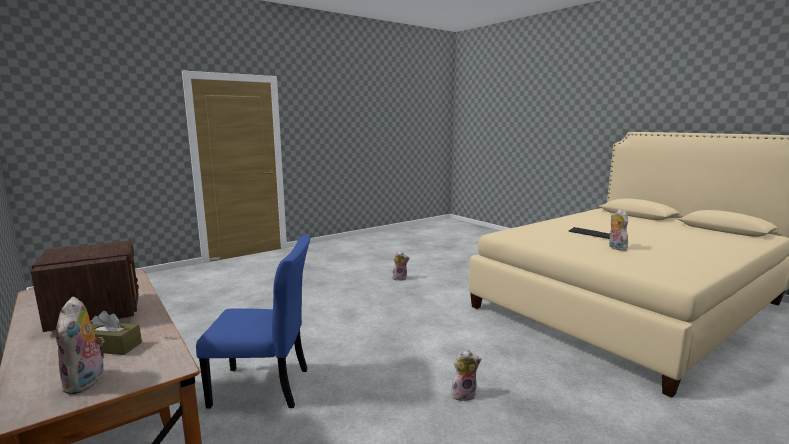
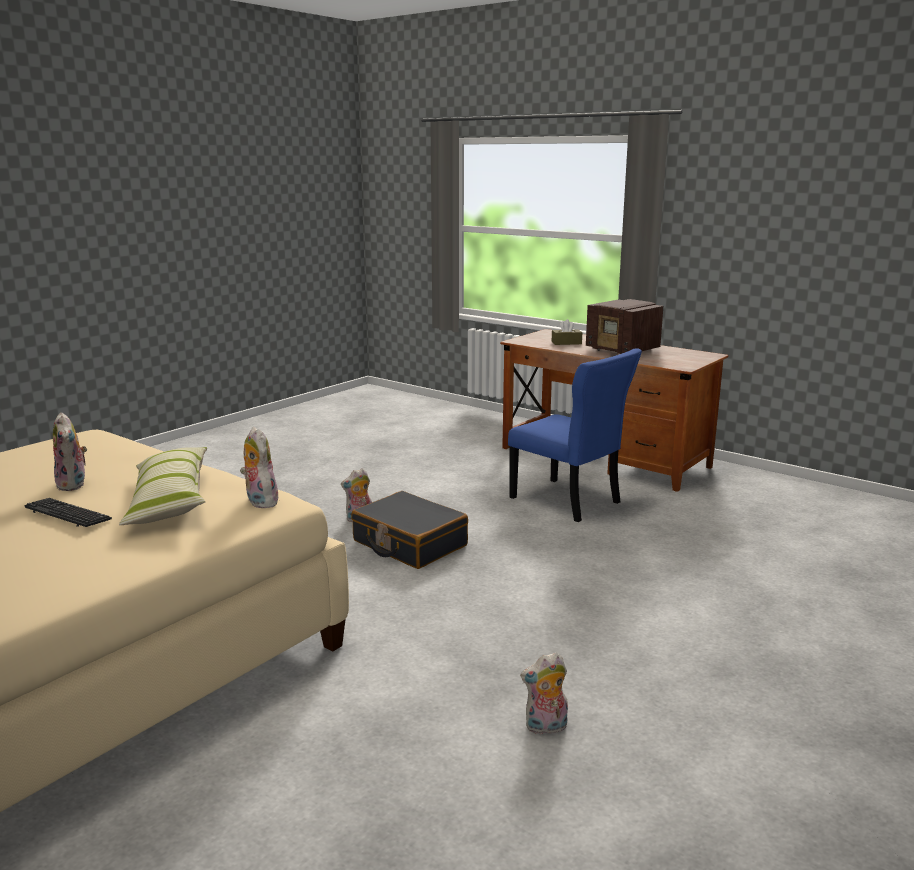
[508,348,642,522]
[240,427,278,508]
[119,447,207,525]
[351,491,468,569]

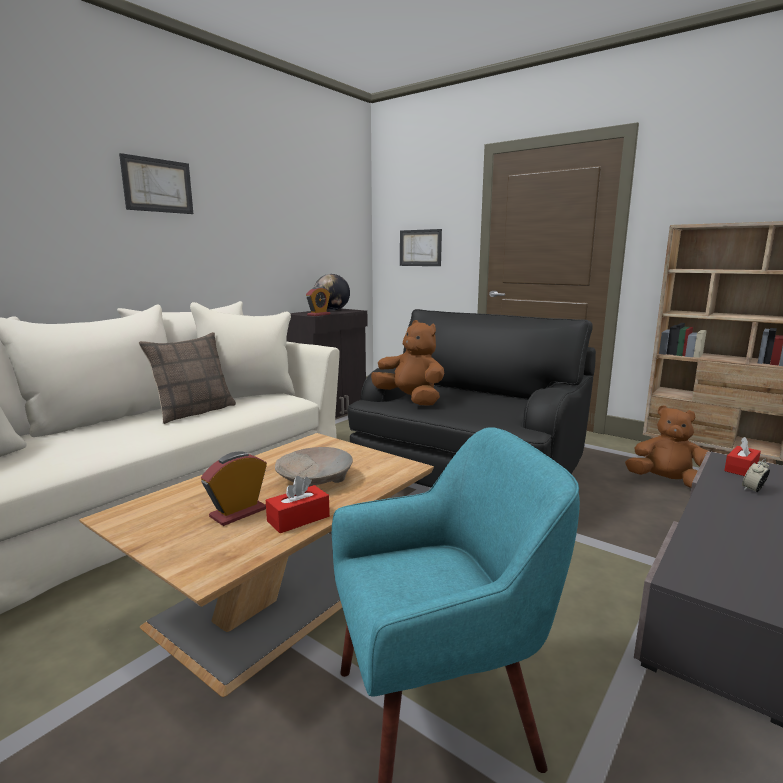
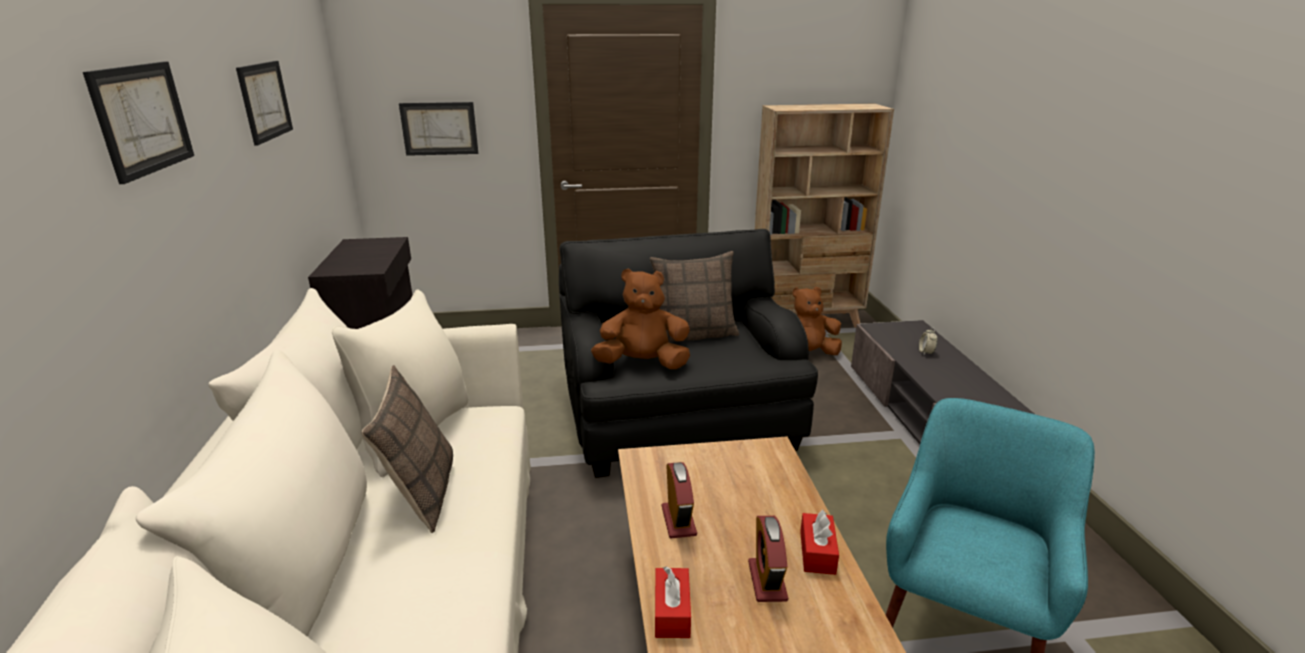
[314,274,350,311] (first image)
[662,462,697,538]
[655,566,691,638]
[275,447,353,487] (first image)
[236,61,293,146]
[650,251,739,342]

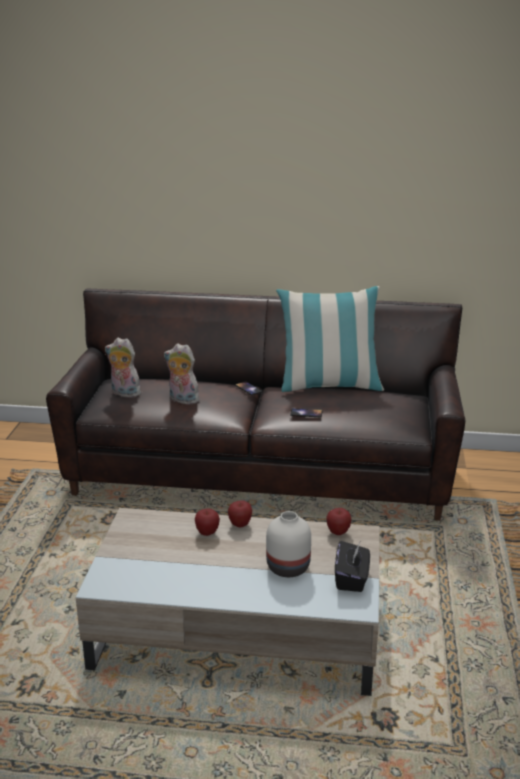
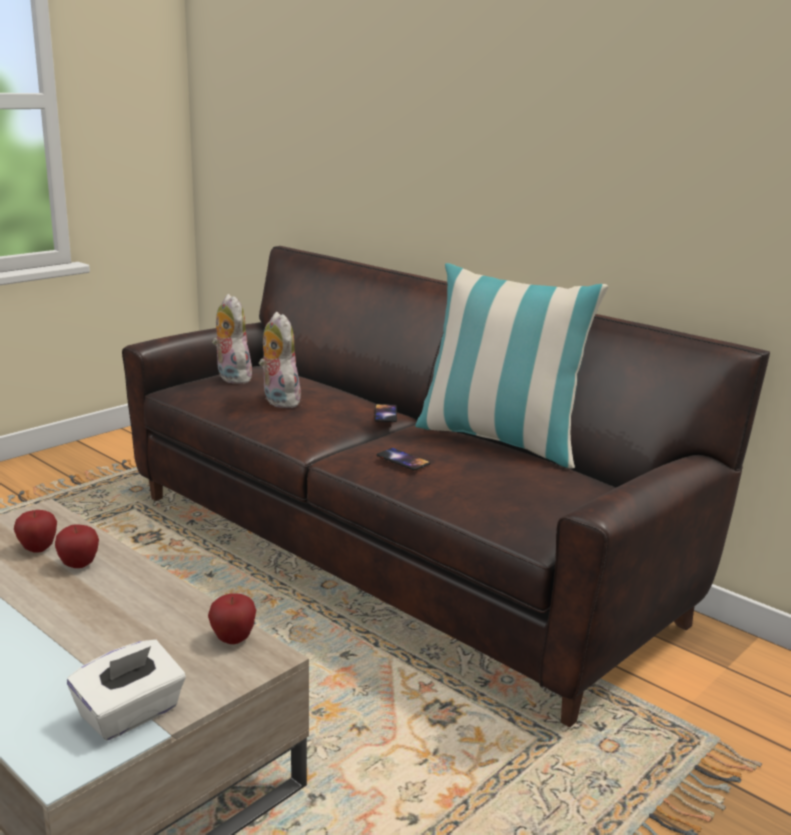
[14,510,57,553]
[266,511,311,577] (first image)
[67,640,186,741]

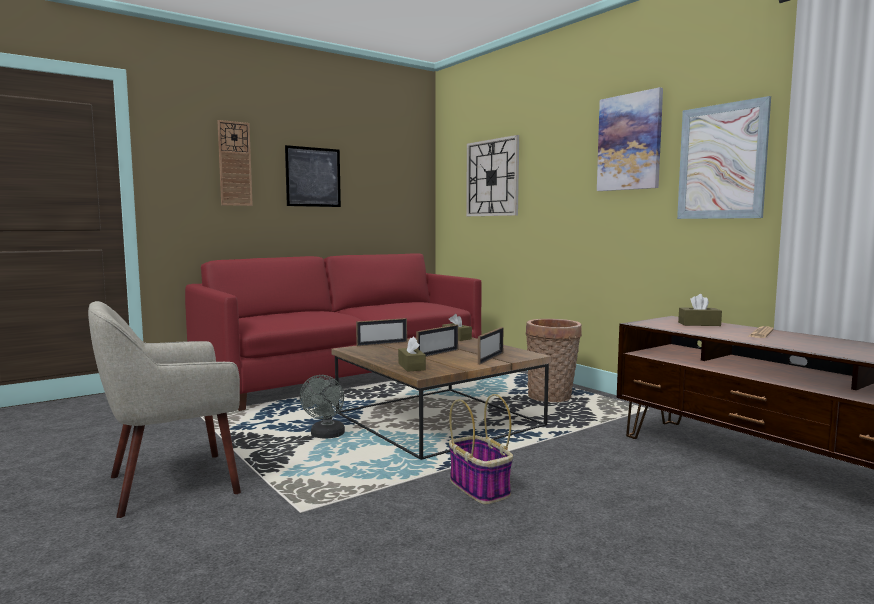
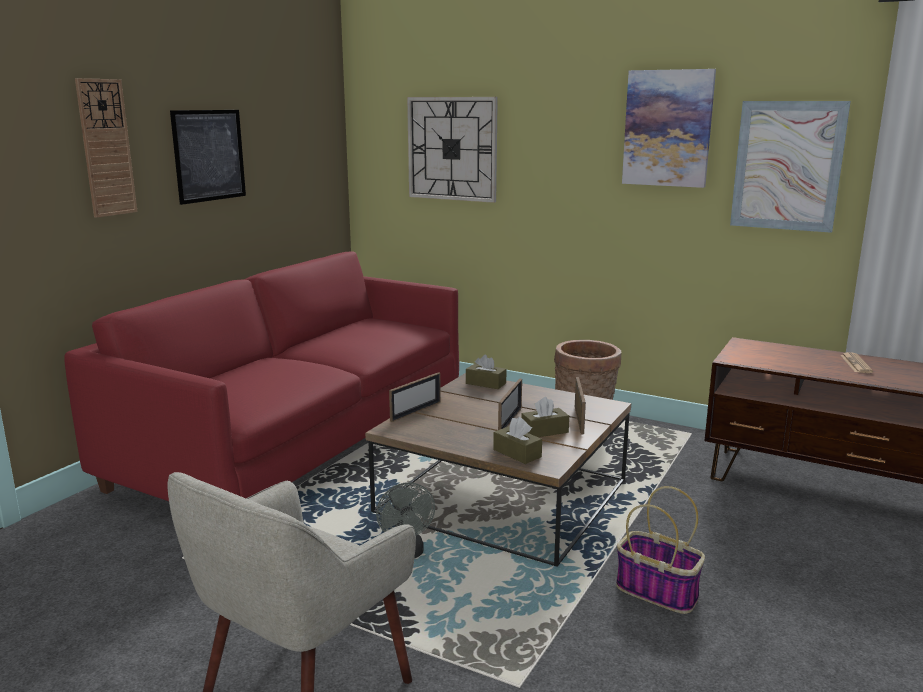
[521,397,569,437]

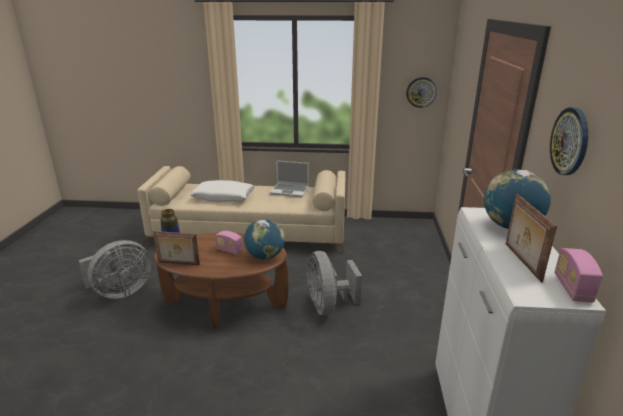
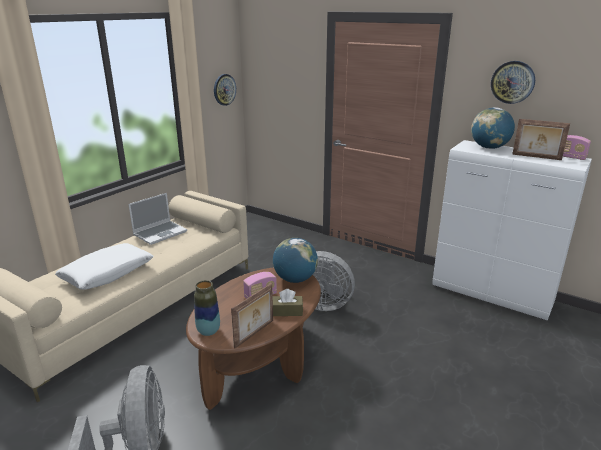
[273,289,303,316]

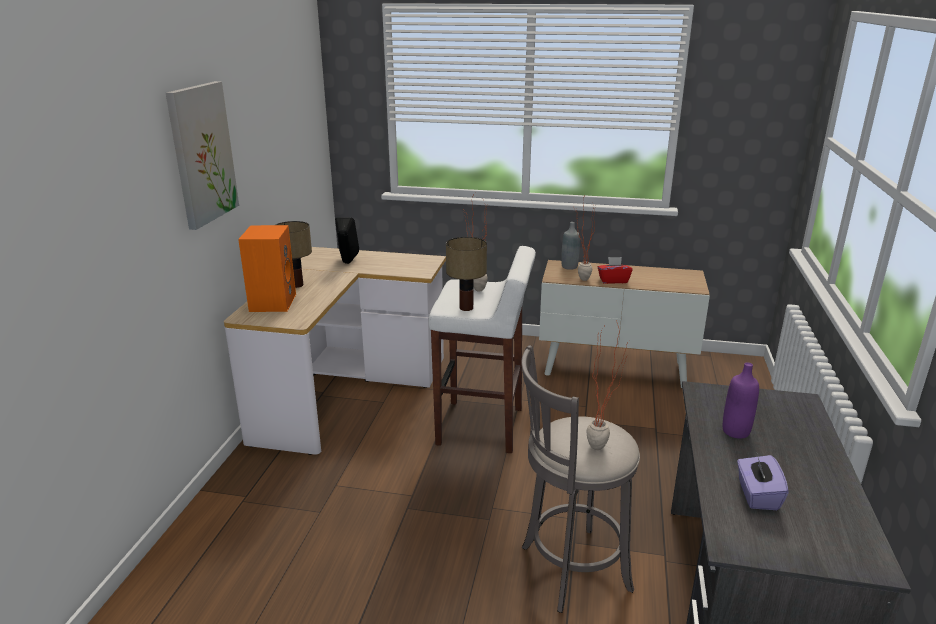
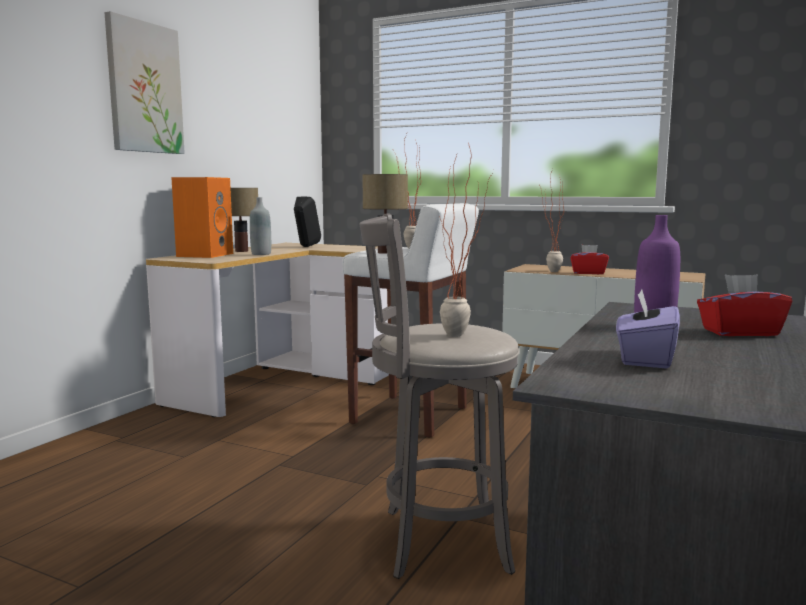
[250,197,271,255]
[697,274,792,336]

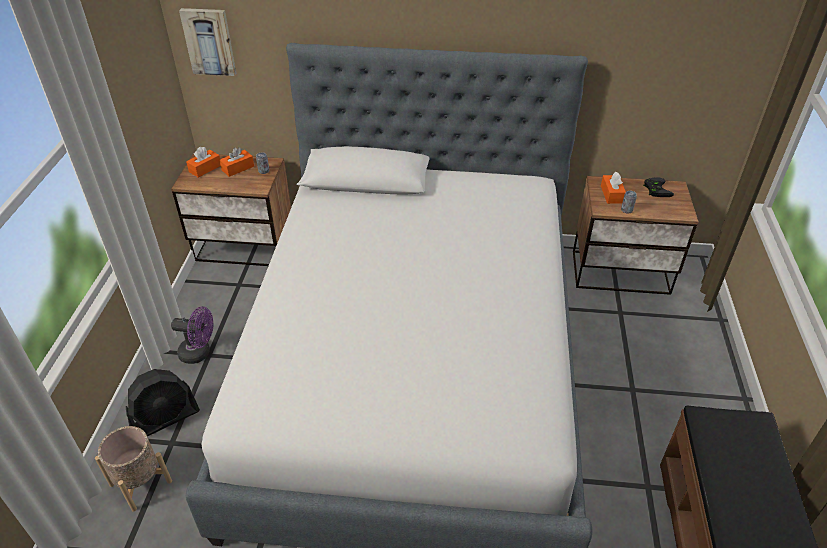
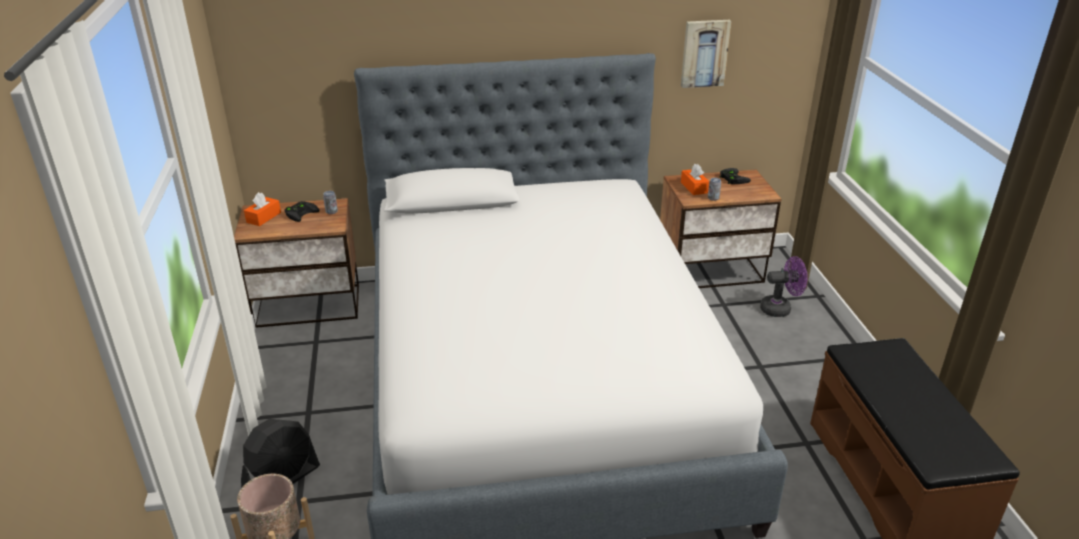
[681,20,732,88]
[285,201,319,222]
[760,256,808,317]

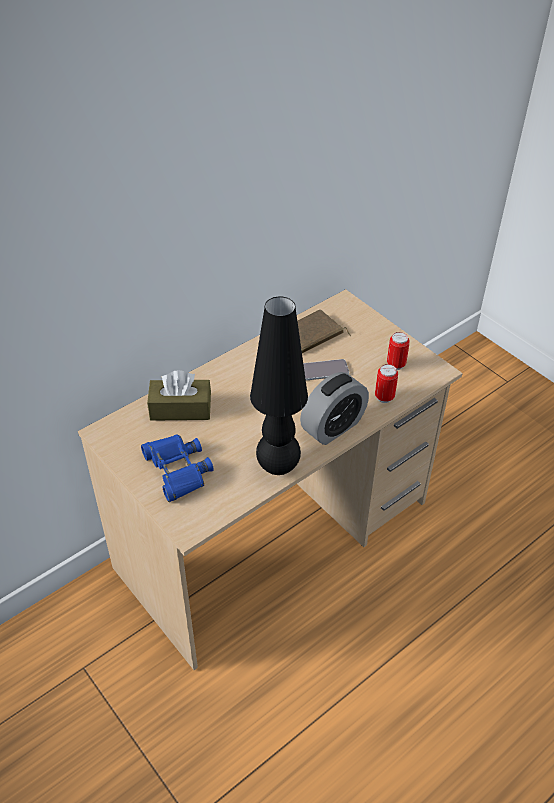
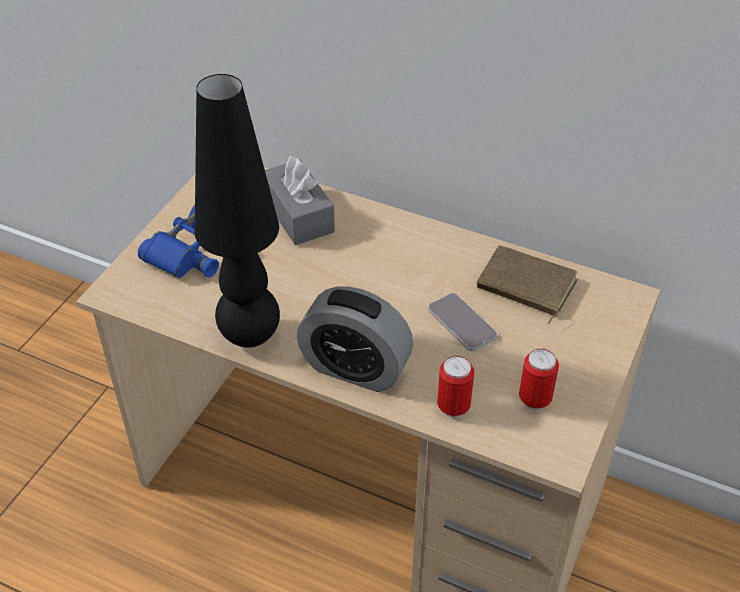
[265,155,335,245]

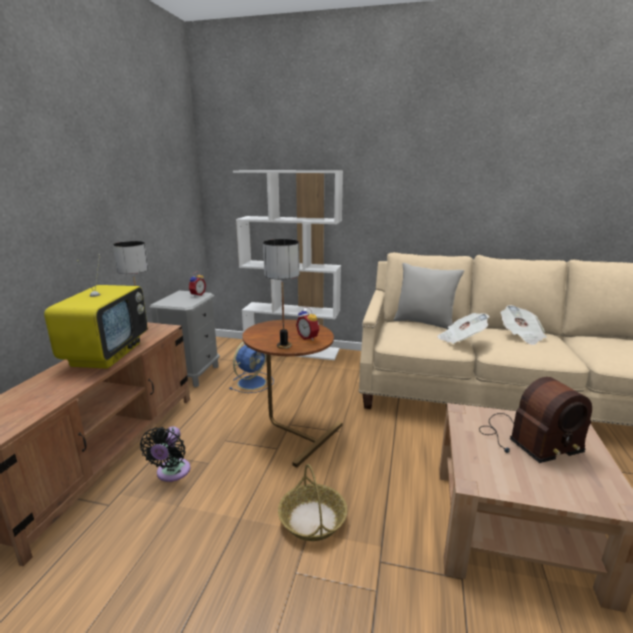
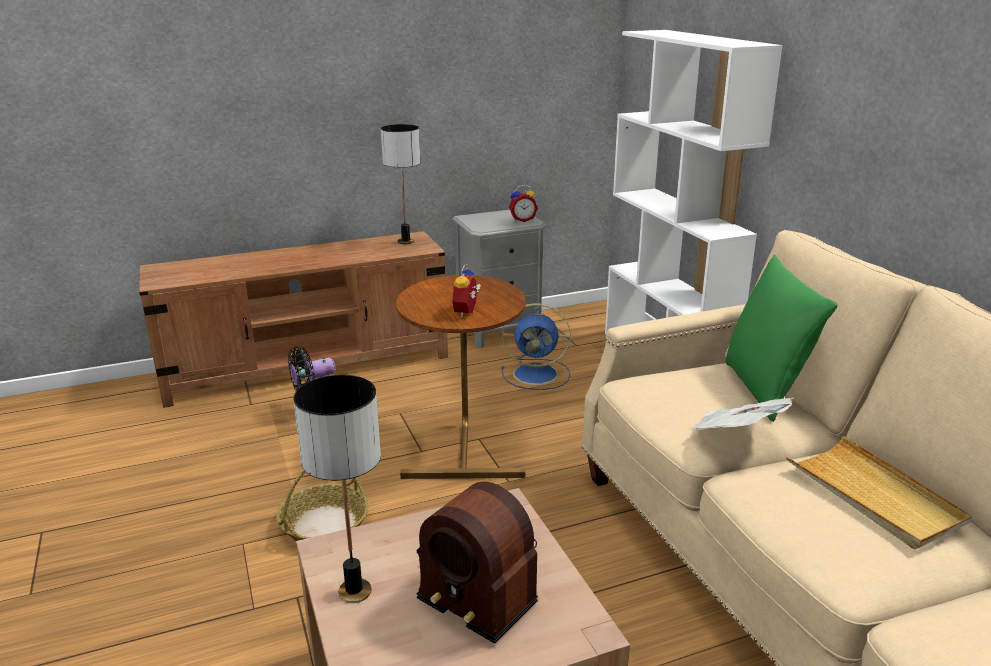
[293,375,381,603]
[44,254,147,369] (first image)
[725,255,838,422]
[786,436,972,549]

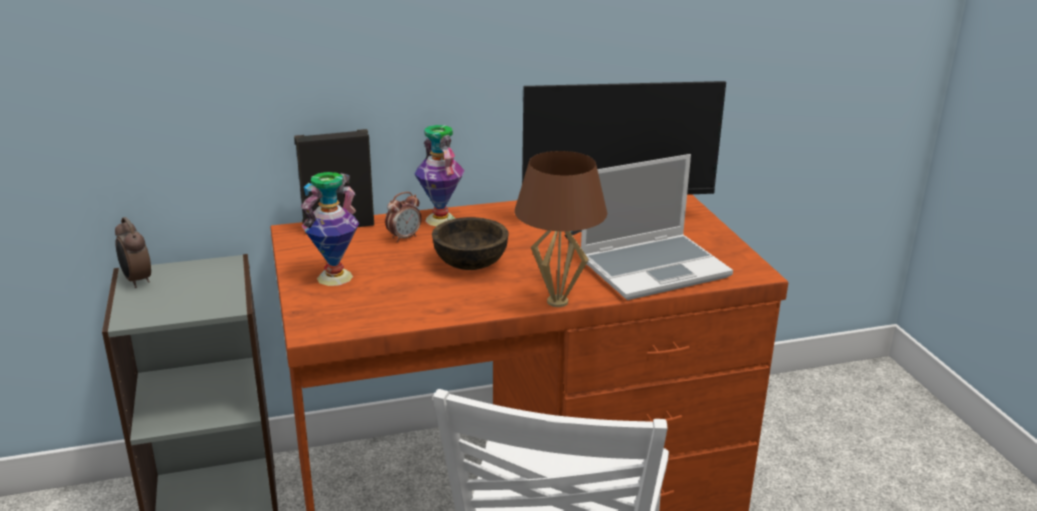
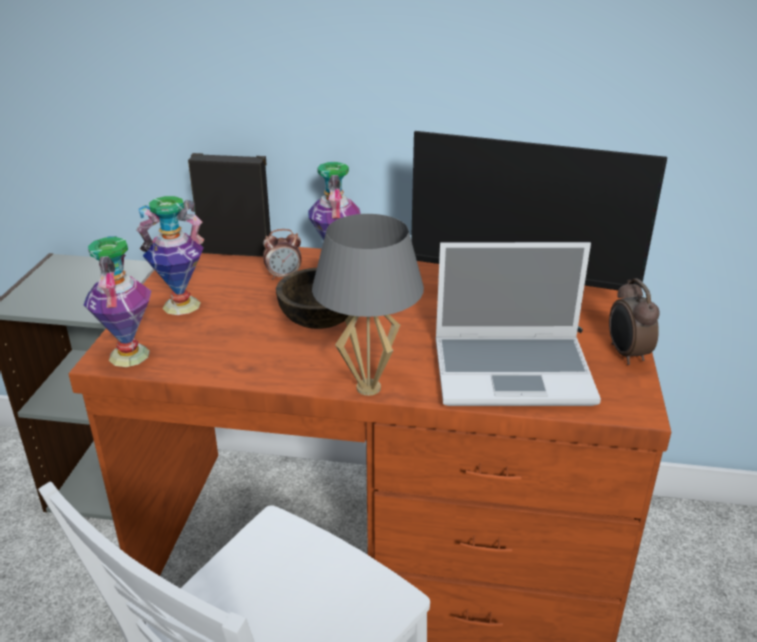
[312,214,424,396]
[609,278,660,365]
[84,236,151,367]

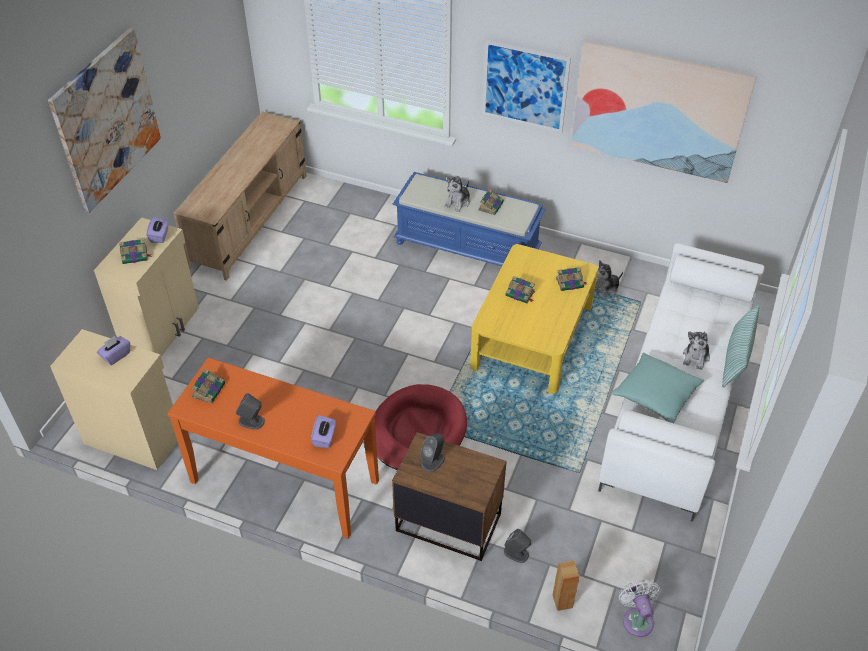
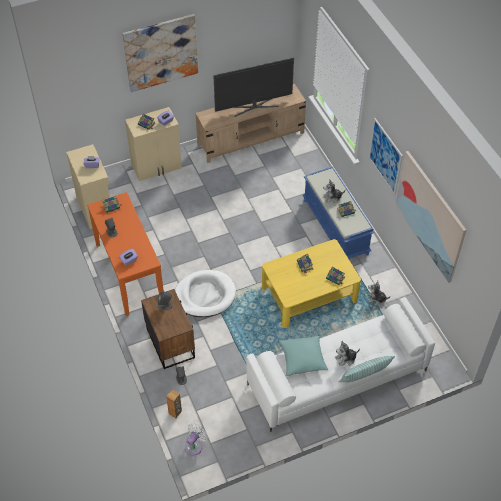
[175,270,236,317]
[213,57,294,117]

